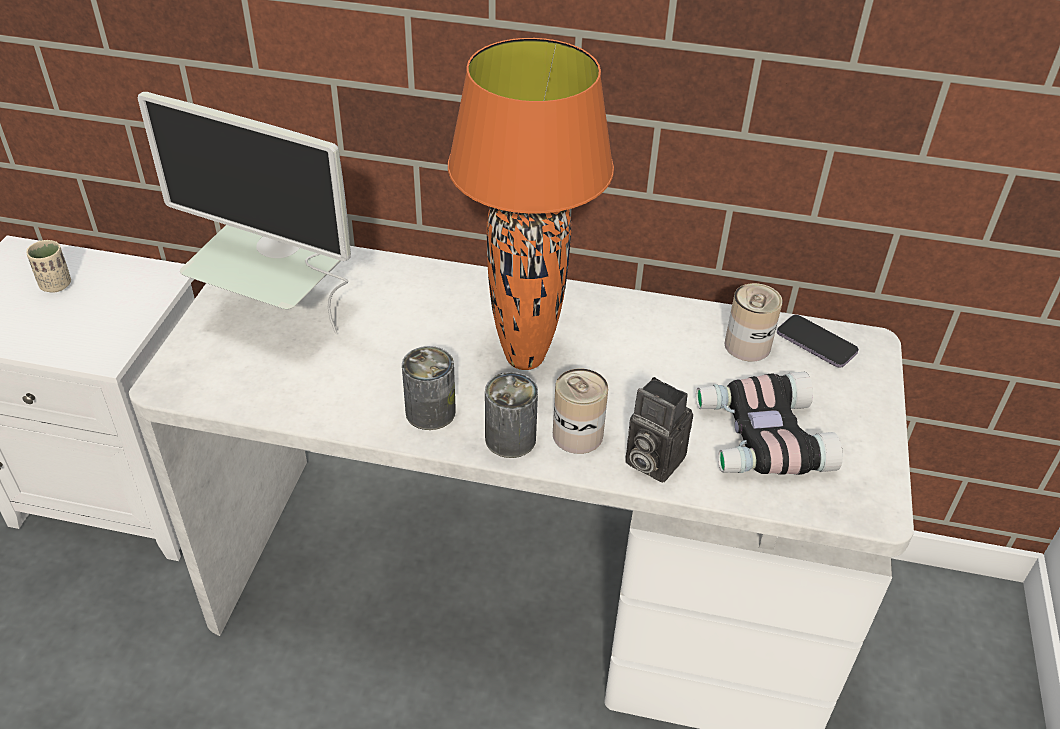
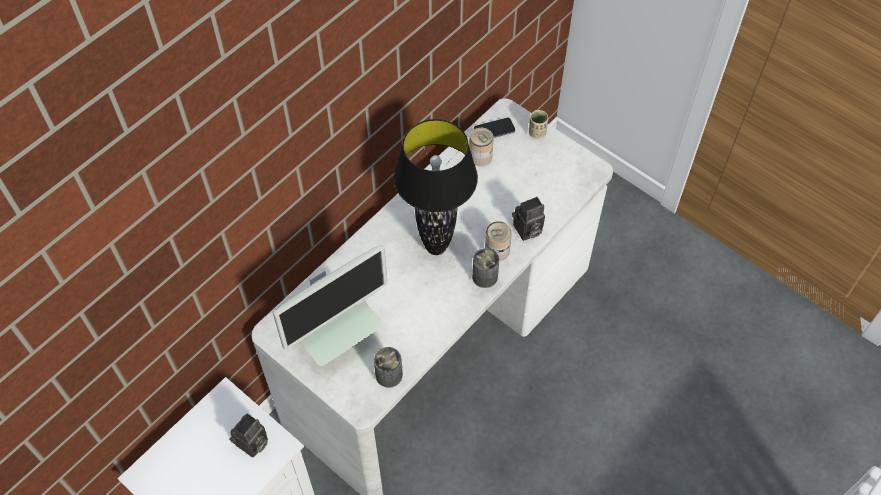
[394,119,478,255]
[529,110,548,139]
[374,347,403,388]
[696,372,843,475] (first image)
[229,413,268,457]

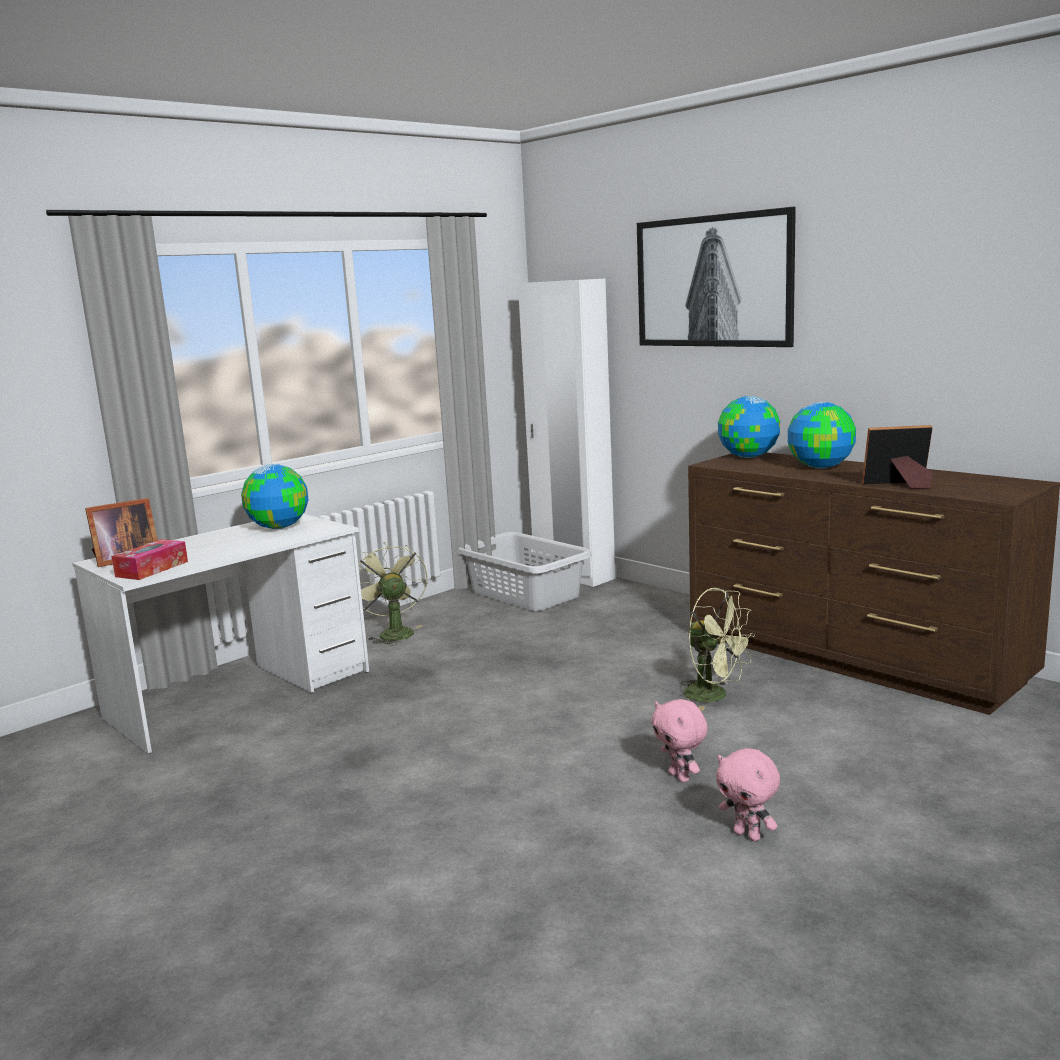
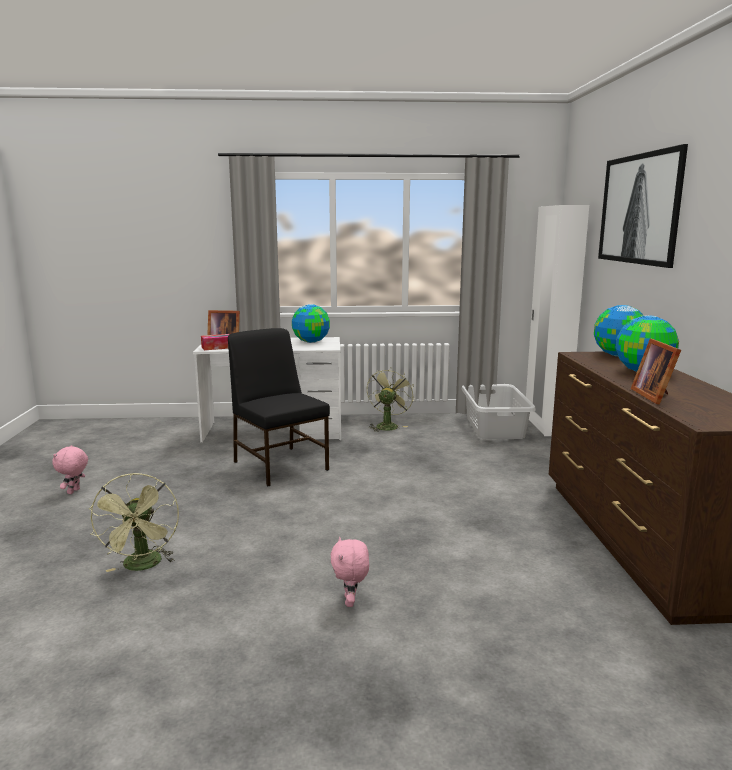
[631,338,681,405]
[89,473,179,572]
[53,445,88,494]
[228,328,330,486]

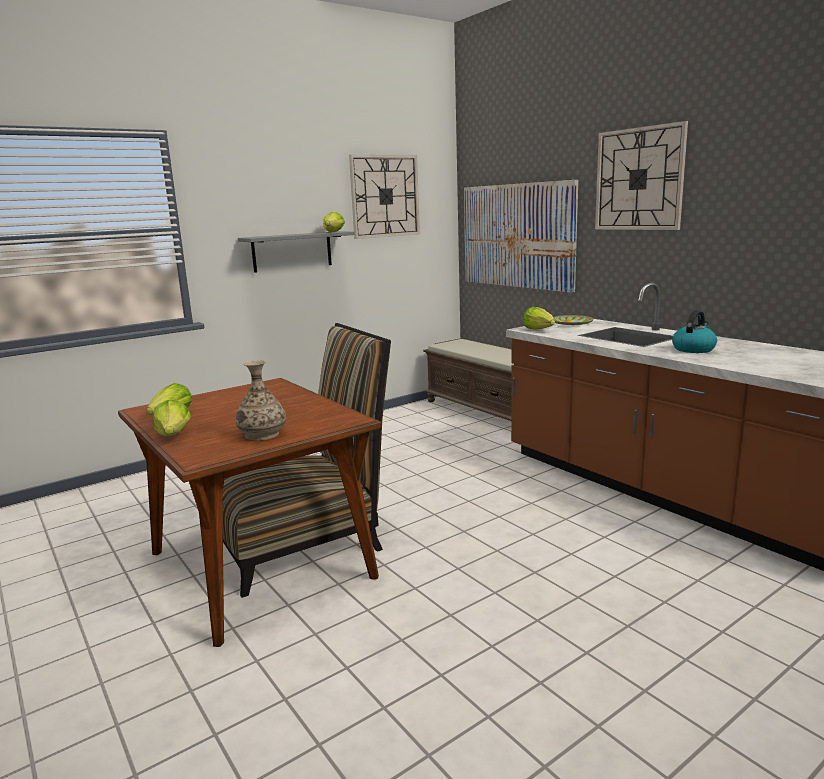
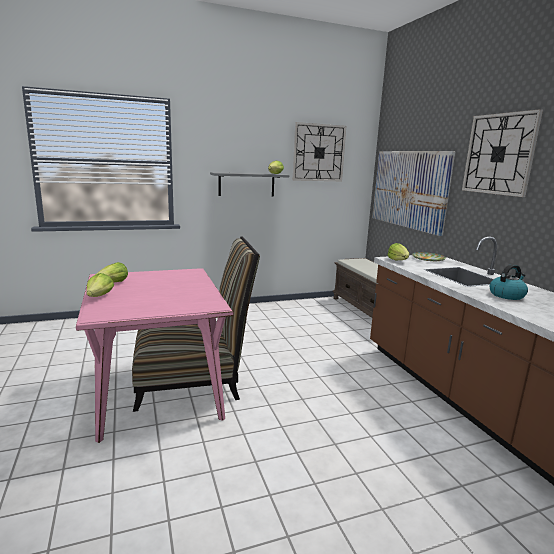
[236,360,286,441] (first image)
[76,268,233,443]

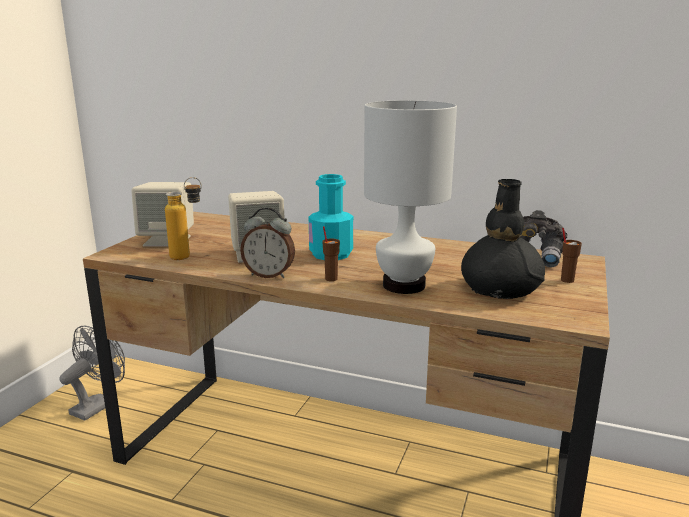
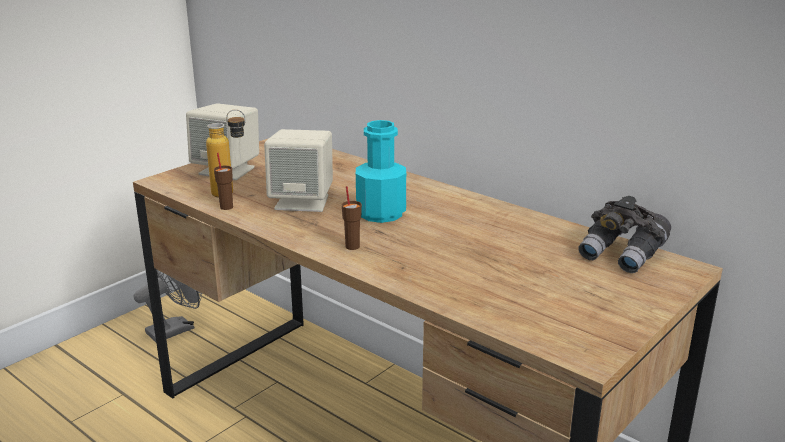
[364,100,457,294] (first image)
[461,179,545,299] (first image)
[240,207,295,278] (first image)
[214,153,233,210]

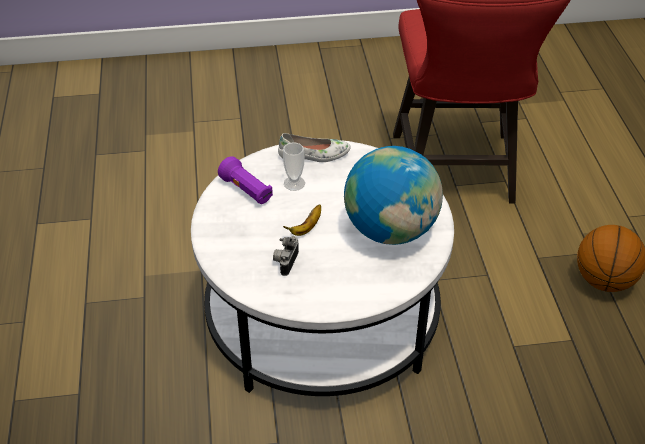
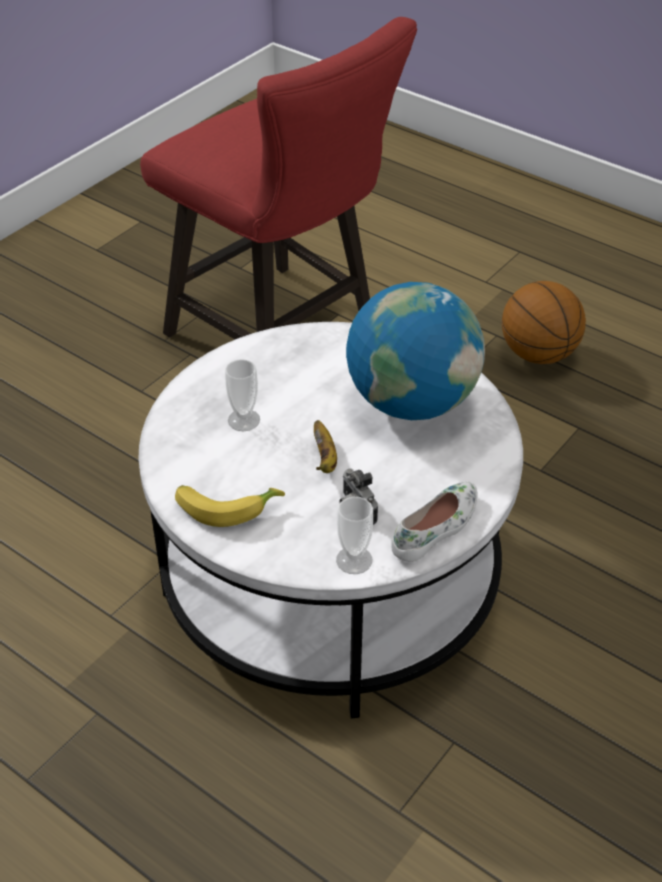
[391,481,478,562]
[218,156,273,204] (first image)
[175,485,285,527]
[336,497,373,574]

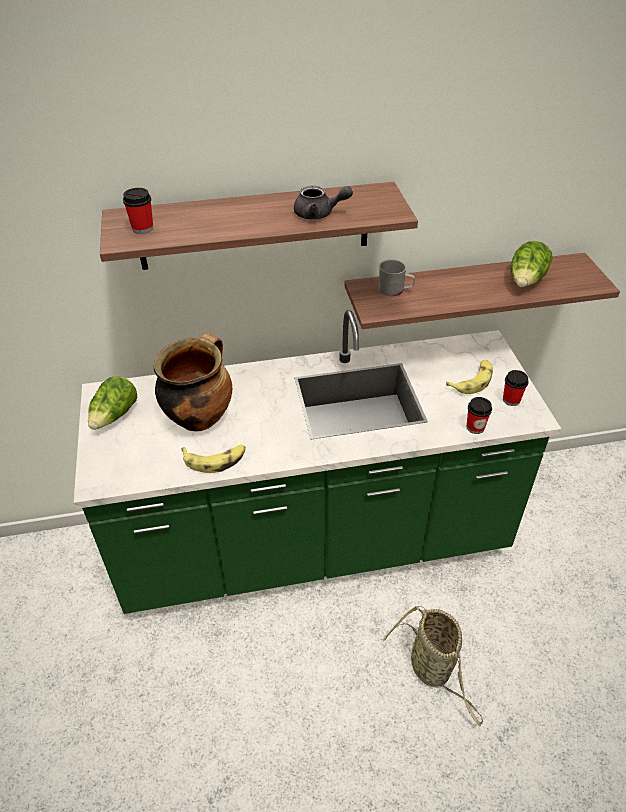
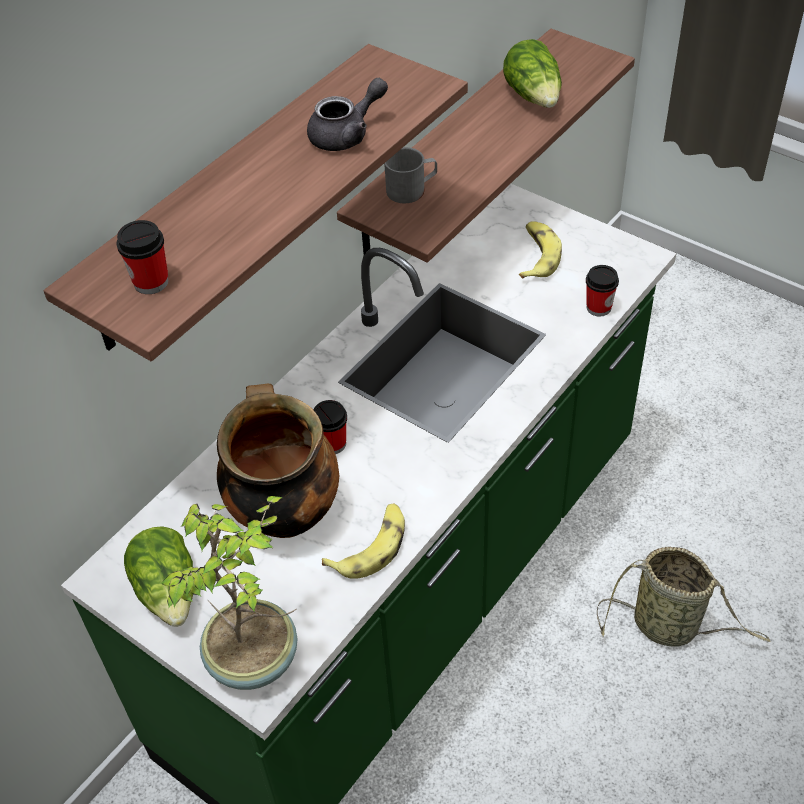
[313,400,347,454]
[160,496,297,690]

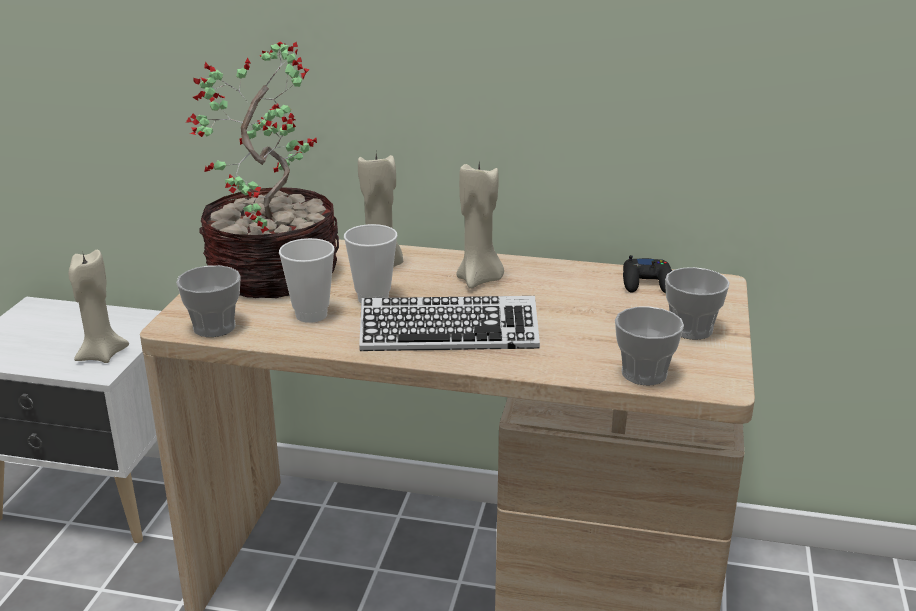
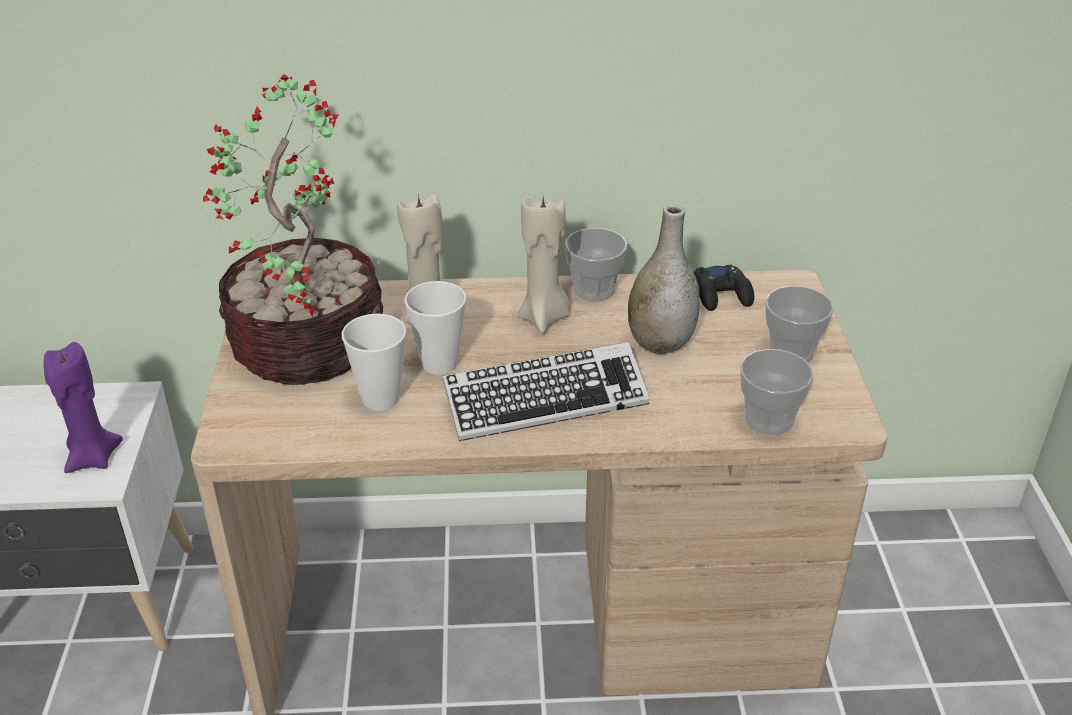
[44,342,123,473]
[565,228,627,302]
[628,204,700,354]

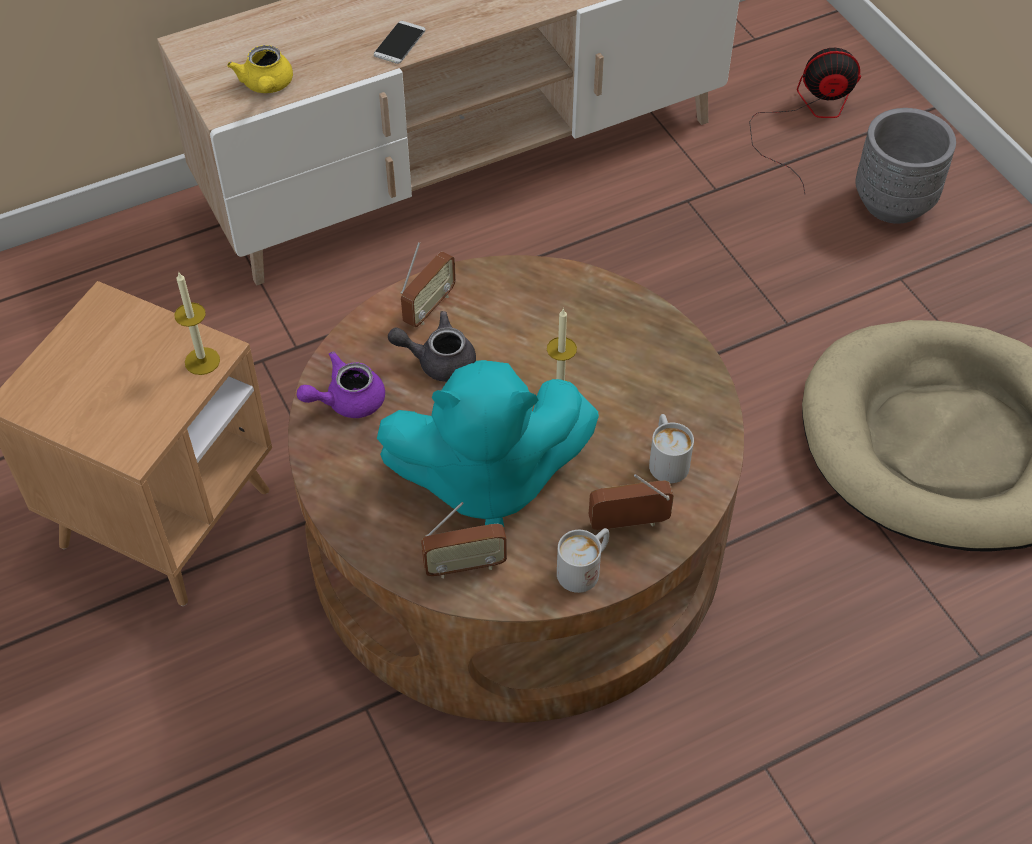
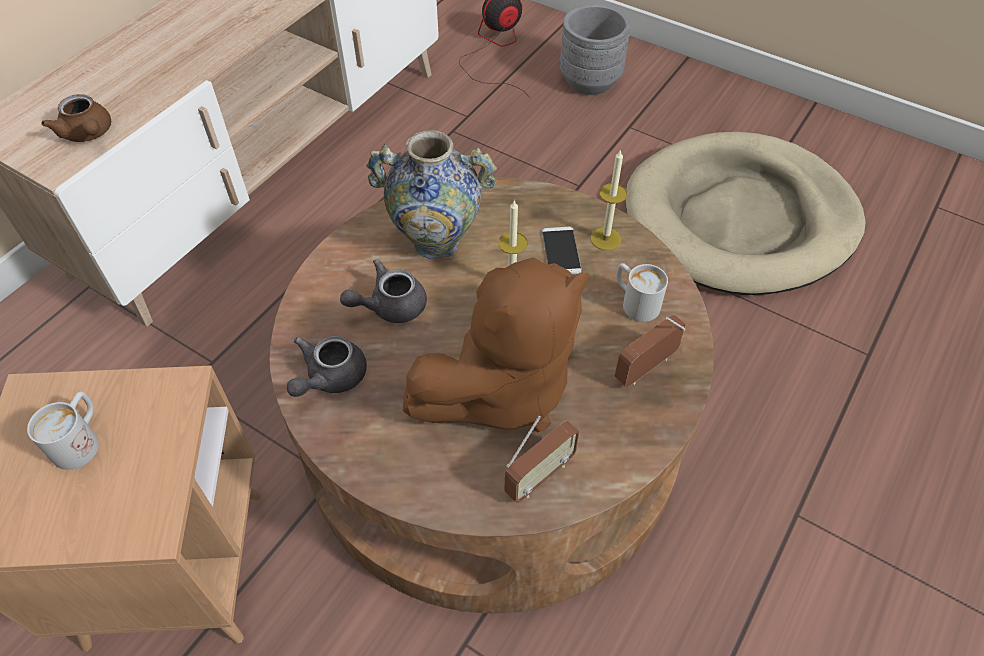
[542,227,582,275]
[42,94,111,142]
[400,242,456,327] (first image)
[591,149,627,250]
[287,336,367,397]
[402,257,589,432]
[27,391,99,470]
[366,130,497,259]

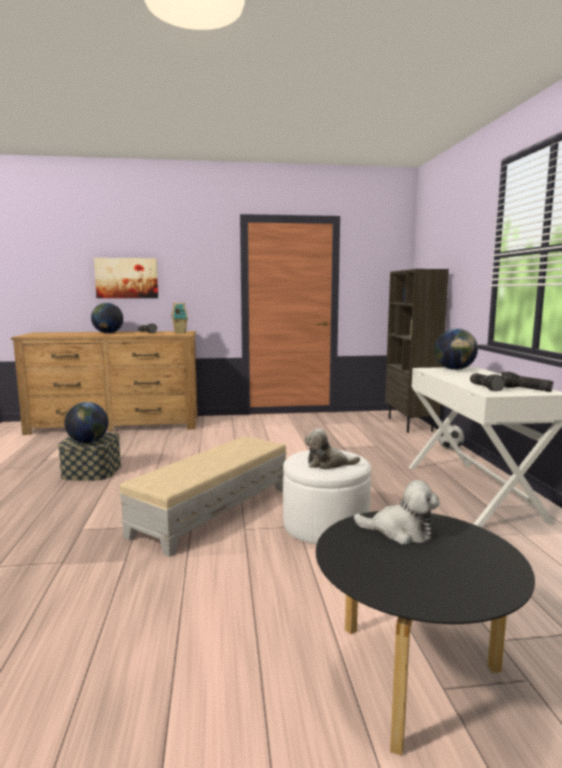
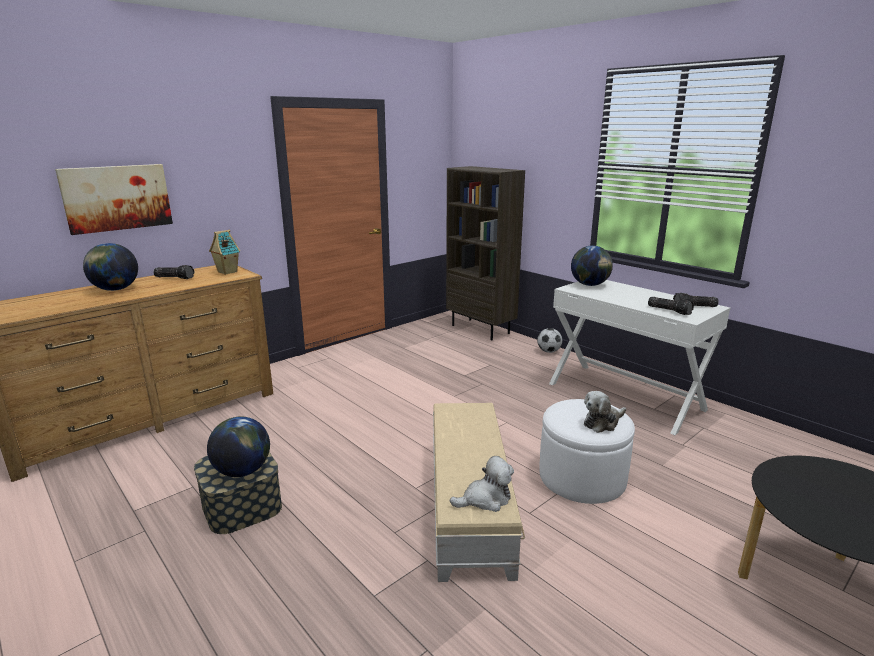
[450,456,514,512]

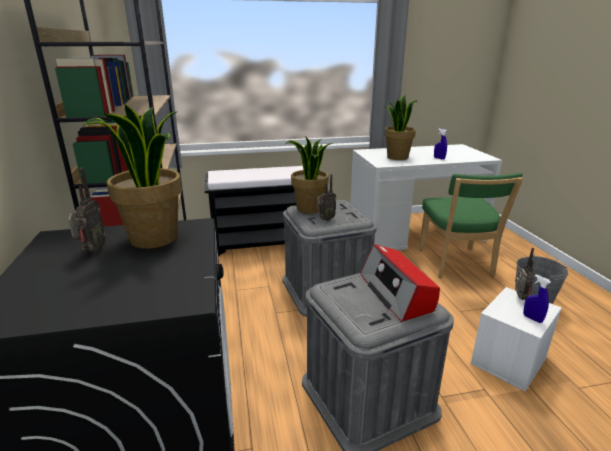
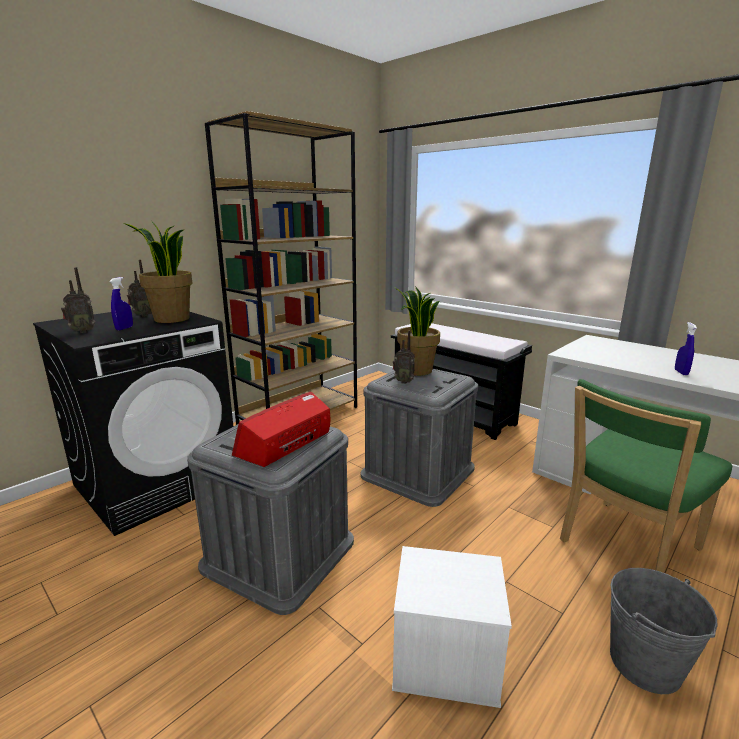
[385,95,418,160] (first image)
[61,267,95,333]
[109,277,133,330]

